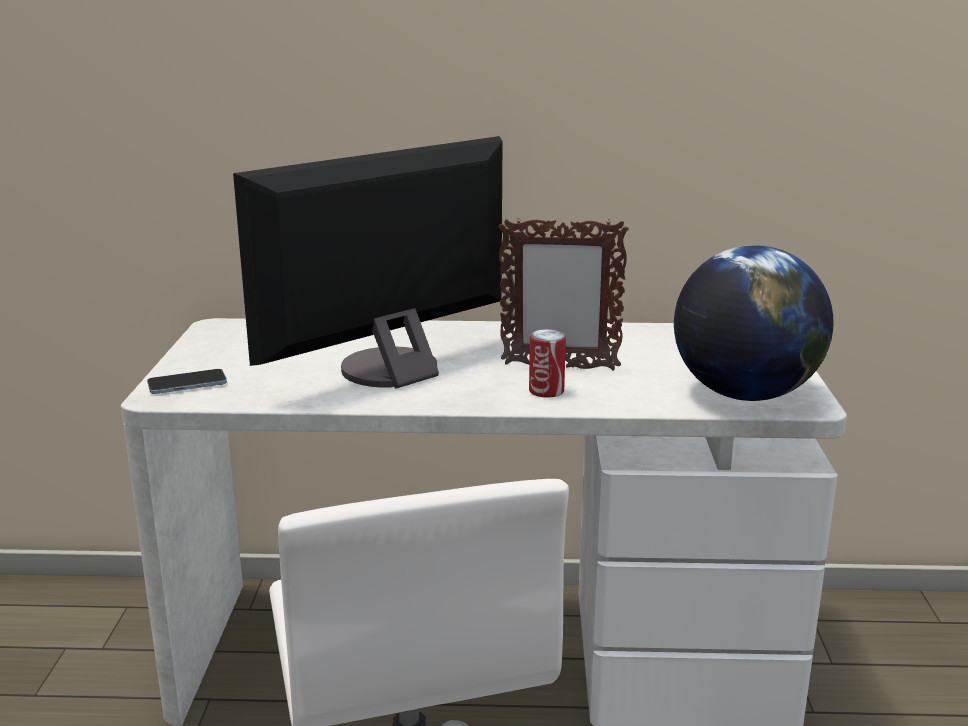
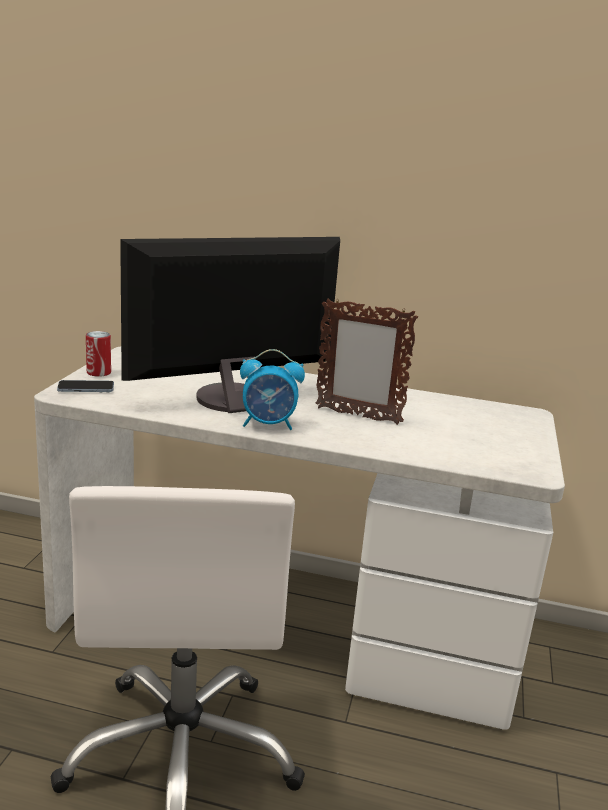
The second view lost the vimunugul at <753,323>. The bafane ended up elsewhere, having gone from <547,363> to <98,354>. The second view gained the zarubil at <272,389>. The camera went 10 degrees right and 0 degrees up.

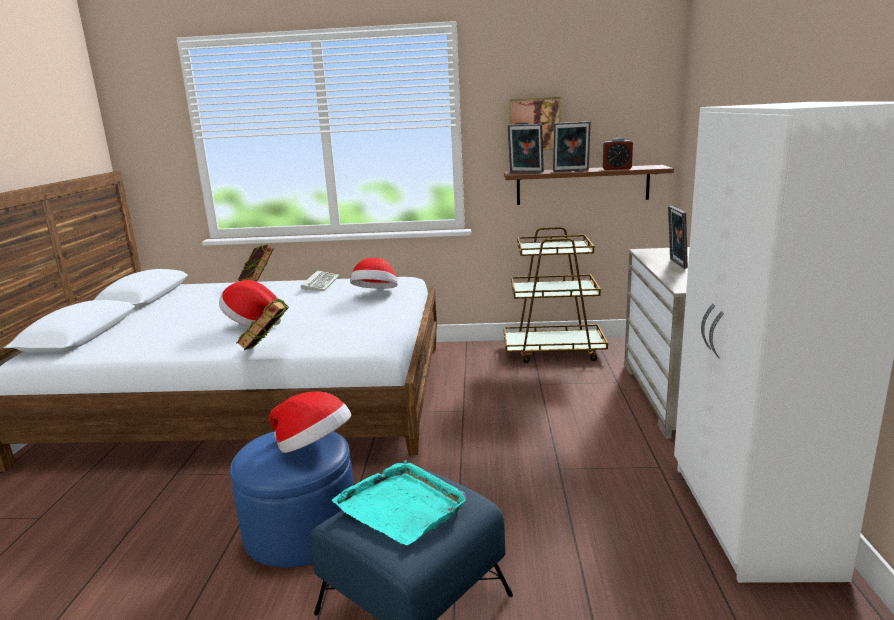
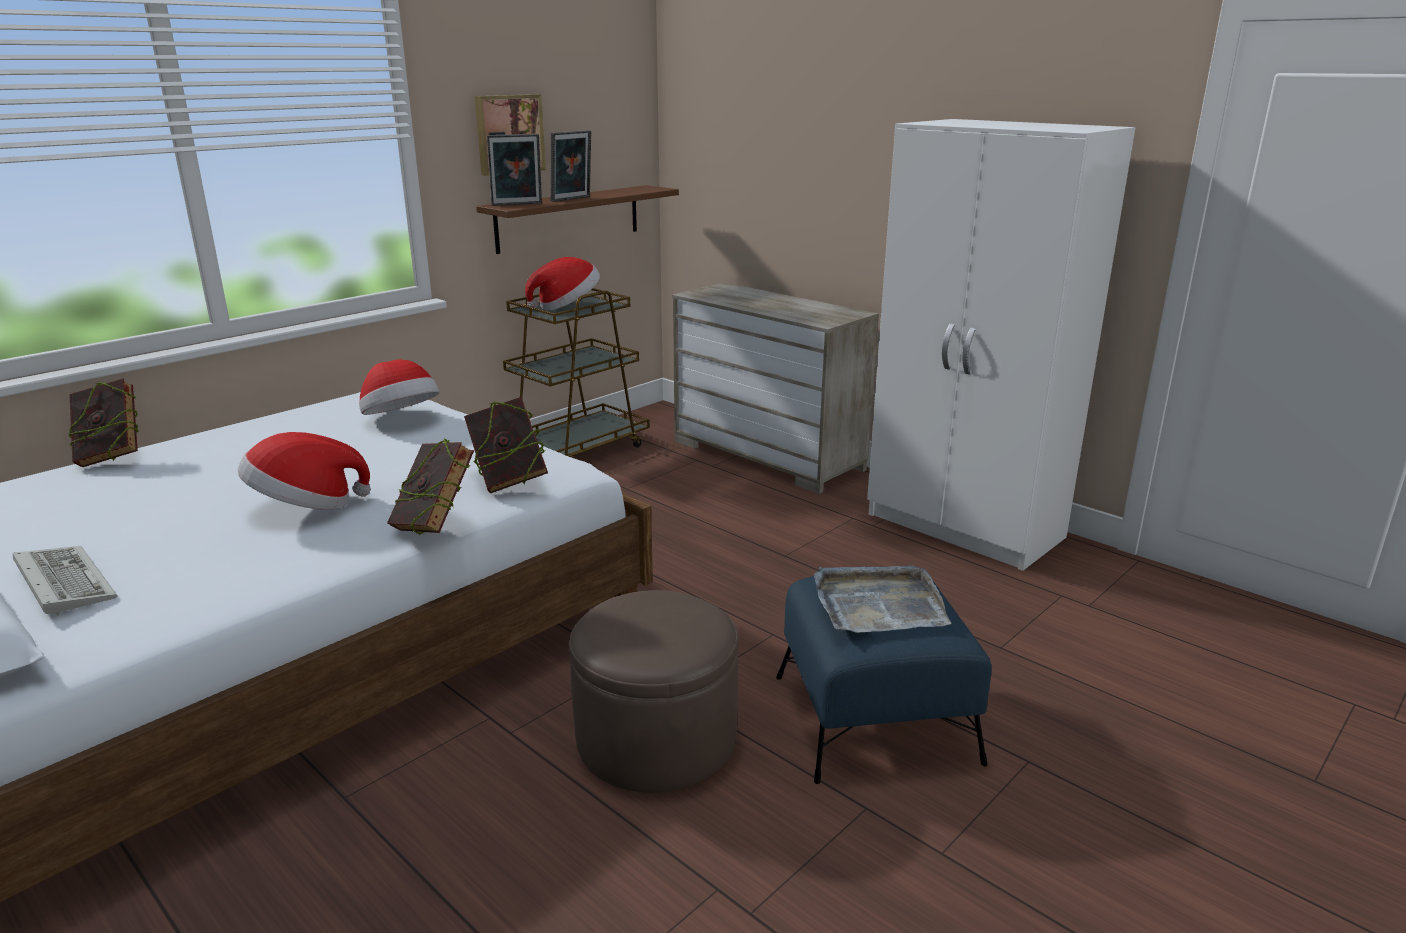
The second view lost the zarubil at <618,154>. The second view lost the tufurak at <678,237>. The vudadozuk ended up elsewhere, having gone from <320,281> to <65,581>. The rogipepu ended up elsewhere, having gone from <310,422> to <562,283>. What was the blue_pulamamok at <292,499> turned into the brown_pulamamok at <654,691>. What was the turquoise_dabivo at <399,503> turned into the grey_dabivo at <882,599>. The second view gained the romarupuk at <506,445>. The camera went 50 degrees left and 5 degrees up.

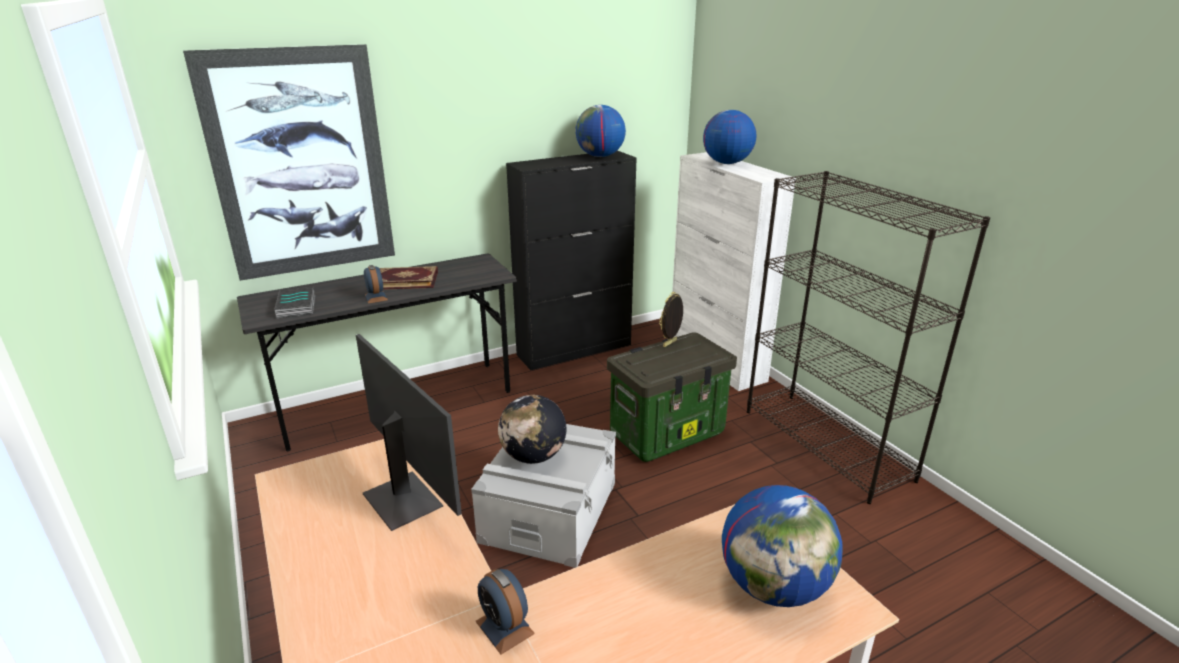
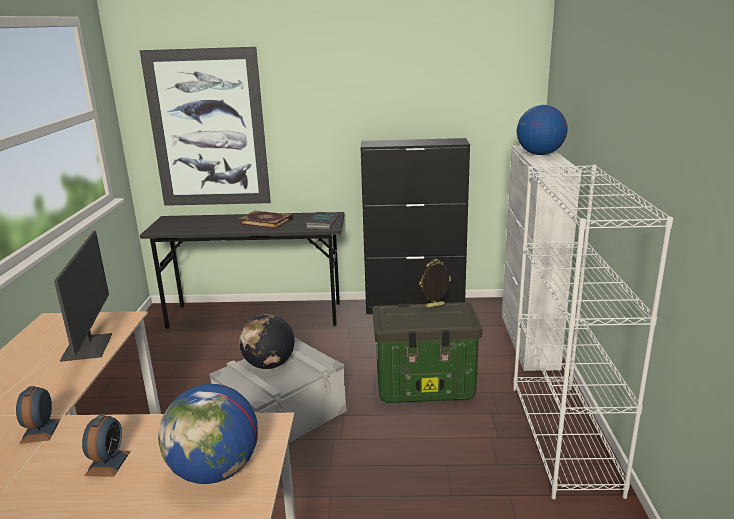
The second view lost the vimunugul at <600,131>. What was the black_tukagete at <868,337> turned into the white_tukagete at <593,332>. The zarubil ended up elsewhere, having gone from <376,284> to <106,446>. The romarupuk ended up elsewhere, having gone from <294,303> to <322,221>. The camera went 30 degrees right and 5 degrees down.

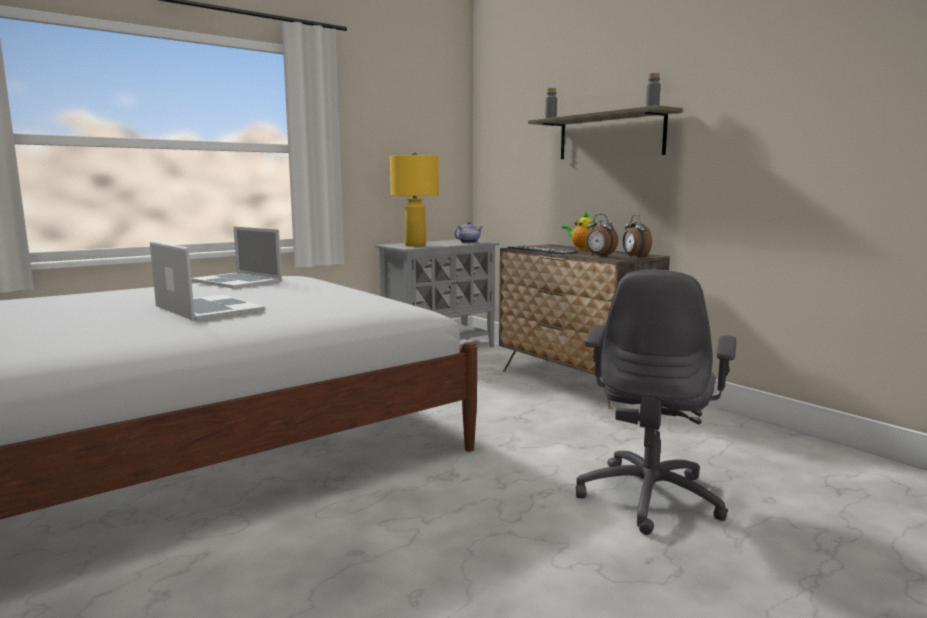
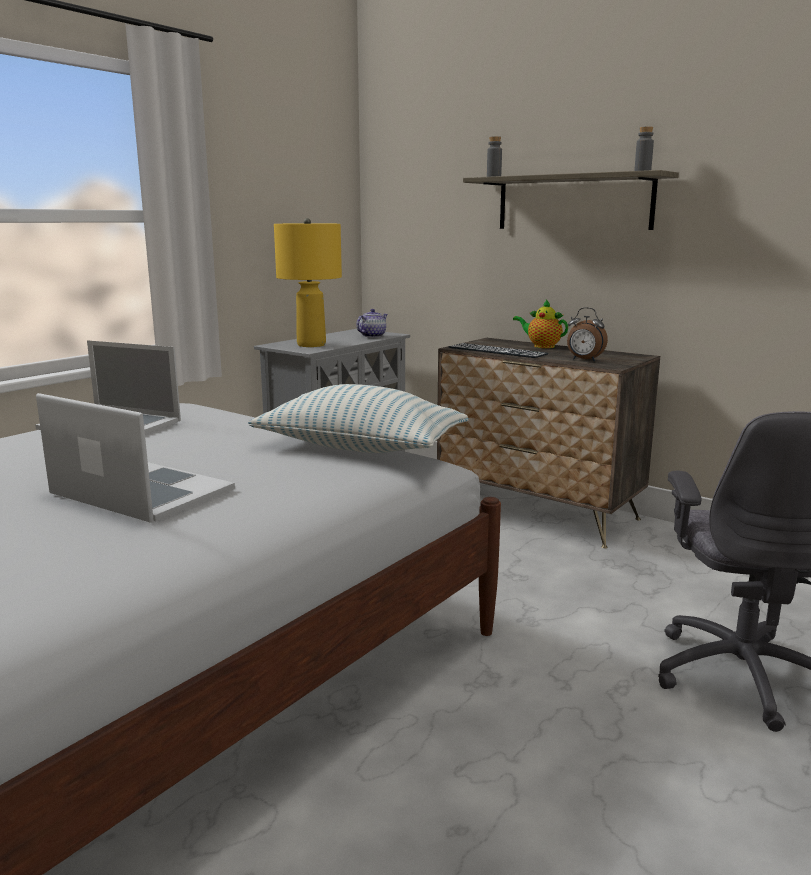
The second view lost the zarubil at <637,236>. The second view gained the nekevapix at <358,418>. The camera went 15 degrees left and 5 degrees up.

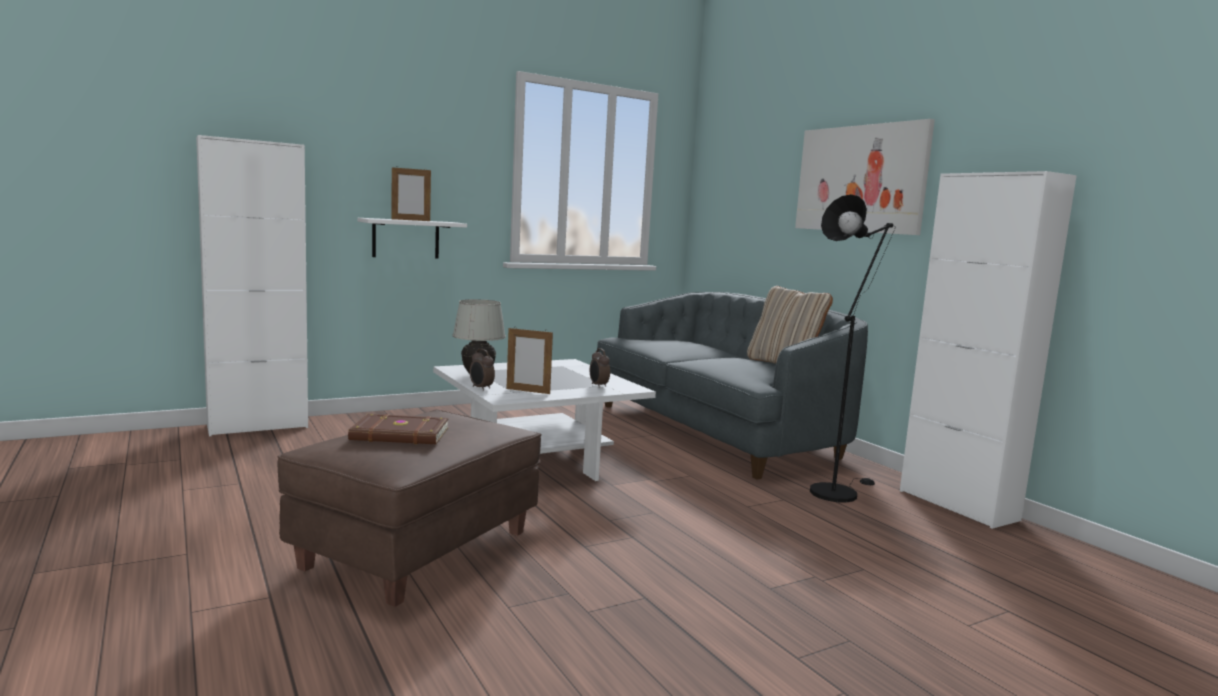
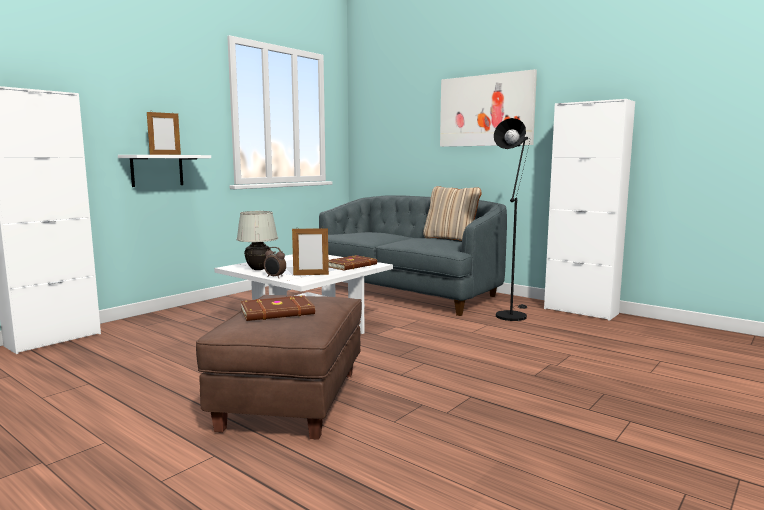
Where the zarubil stood at <600,368>, the brown_romarupuk came to stand at <352,262>. The camera went 20 degrees left and 0 degrees up.

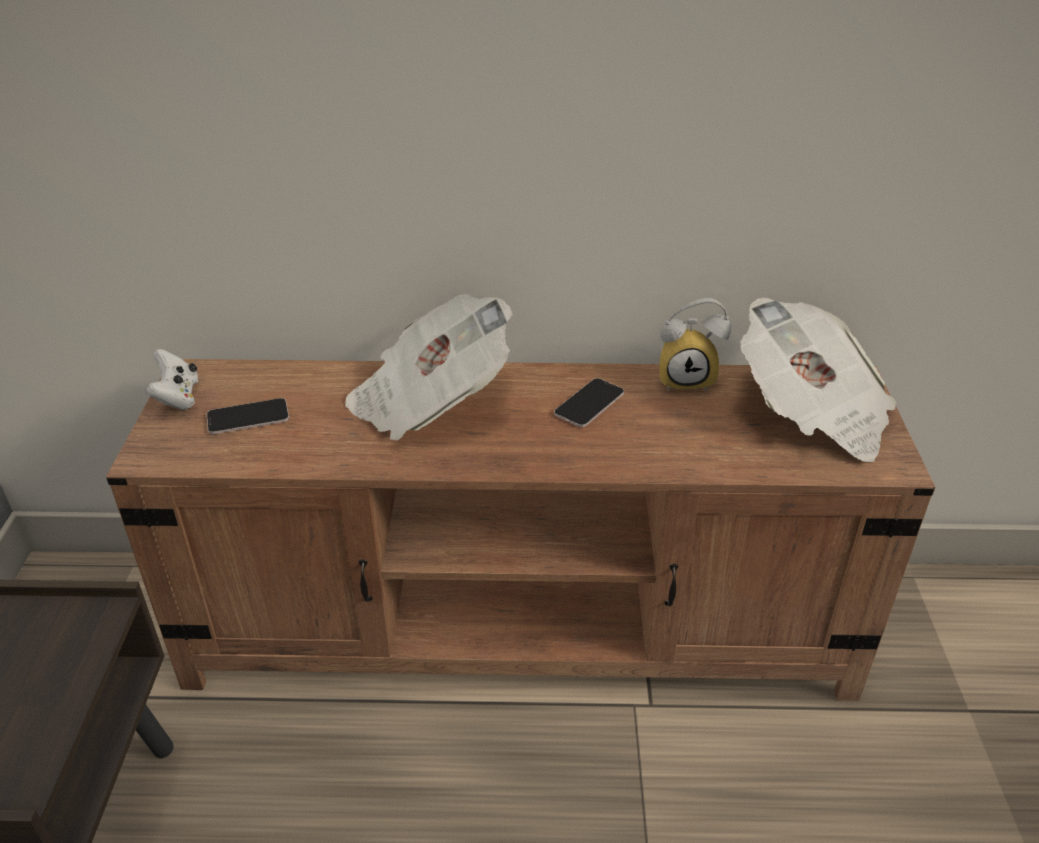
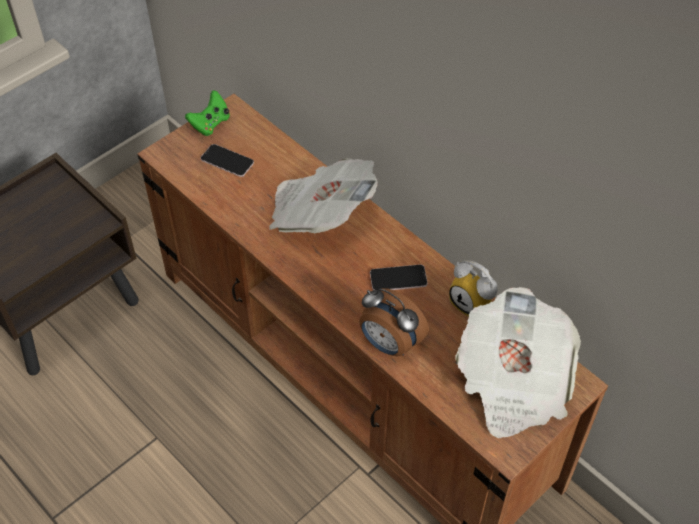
What was the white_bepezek at <171,379> turned into the green_bepezek at <207,113>. The second view gained the zarubil at <394,322>. The camera went 45 degrees right and 15 degrees up.

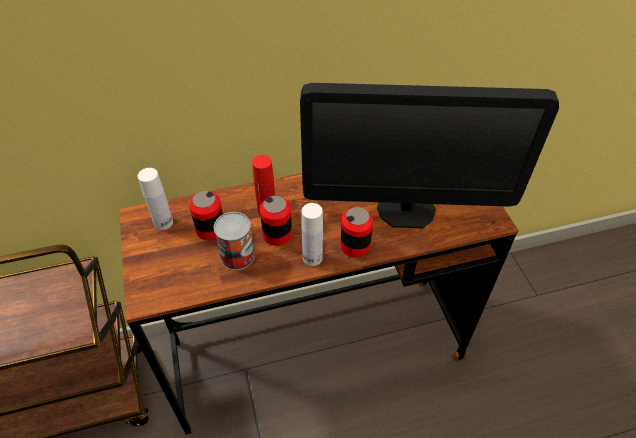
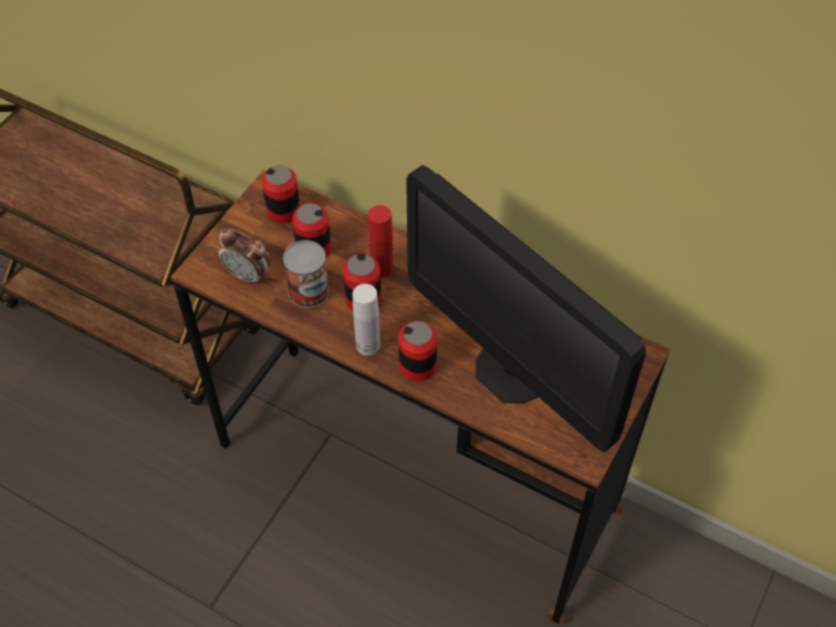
Where the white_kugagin stood at <155,199>, the bafane came to stand at <280,194>. The second view gained the zarubil at <244,257>. The camera went 45 degrees right and 5 degrees up.

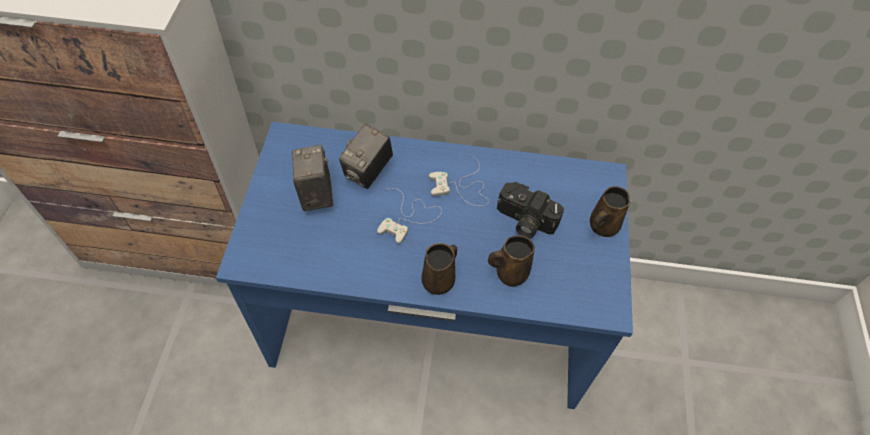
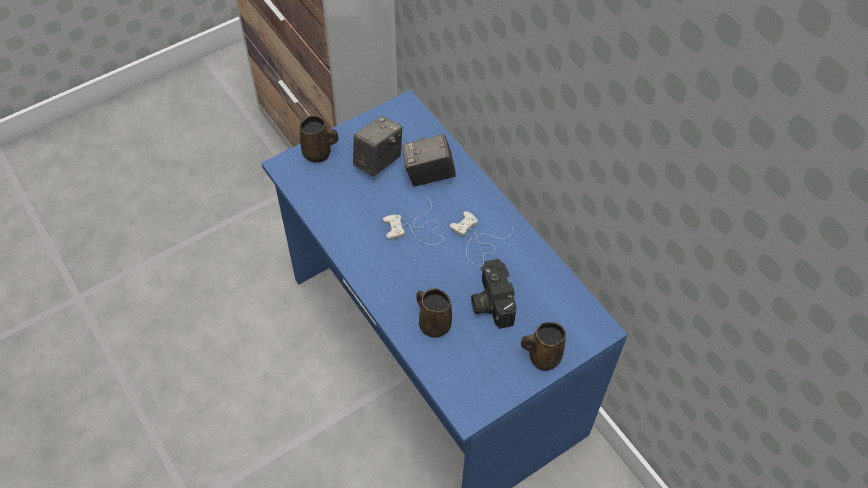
The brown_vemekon ended up elsewhere, having gone from <439,269> to <318,139>. The camera went 50 degrees right and 0 degrees up.

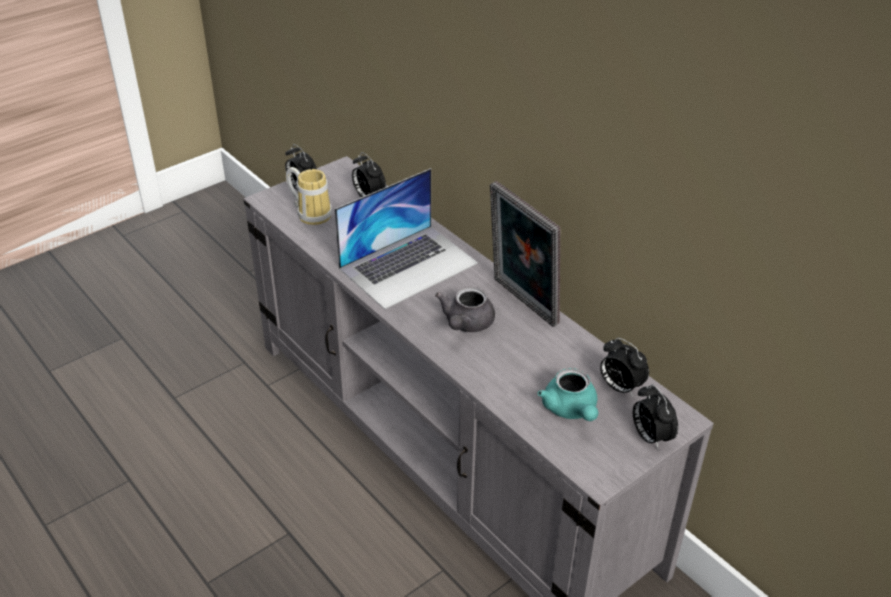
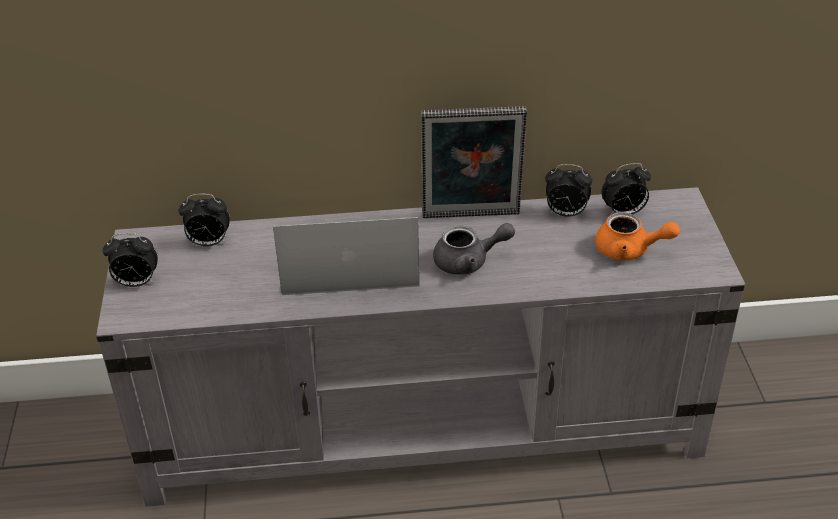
The second view lost the vemekon at <309,196>. The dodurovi at <406,238> ended up facing another way, 90 degrees counterclockwise from before. The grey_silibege at <465,309> ended up facing another way, 60 degrees counterclockwise from before. What was the turquoise_silibege at <567,394> turned into the orange_silibege at <637,236>. The zarubil ended up elsewhere, having gone from <655,416> to <568,190>. The camera went 55 degrees left and 0 degrees up.

